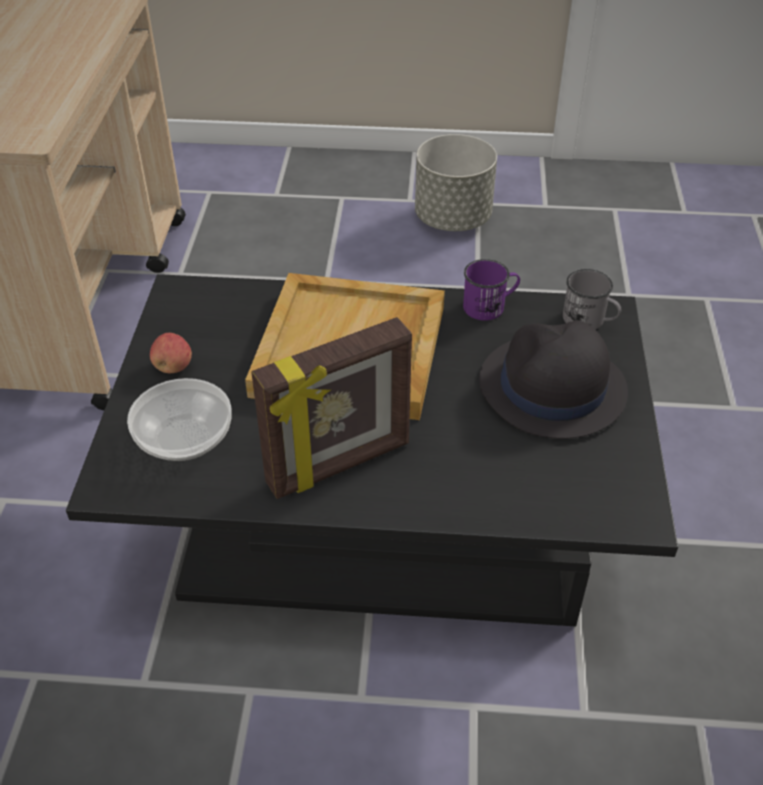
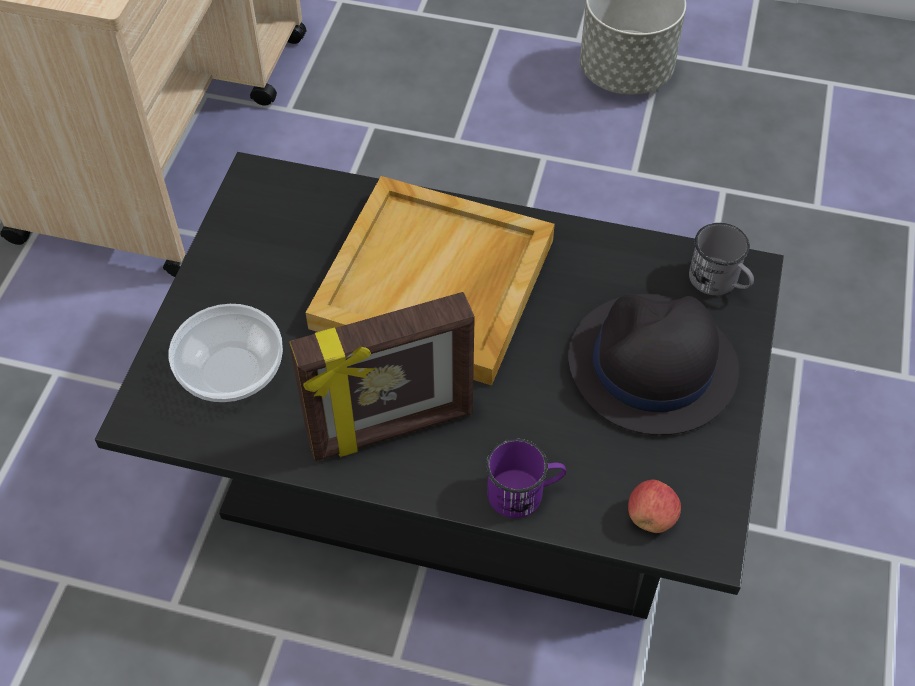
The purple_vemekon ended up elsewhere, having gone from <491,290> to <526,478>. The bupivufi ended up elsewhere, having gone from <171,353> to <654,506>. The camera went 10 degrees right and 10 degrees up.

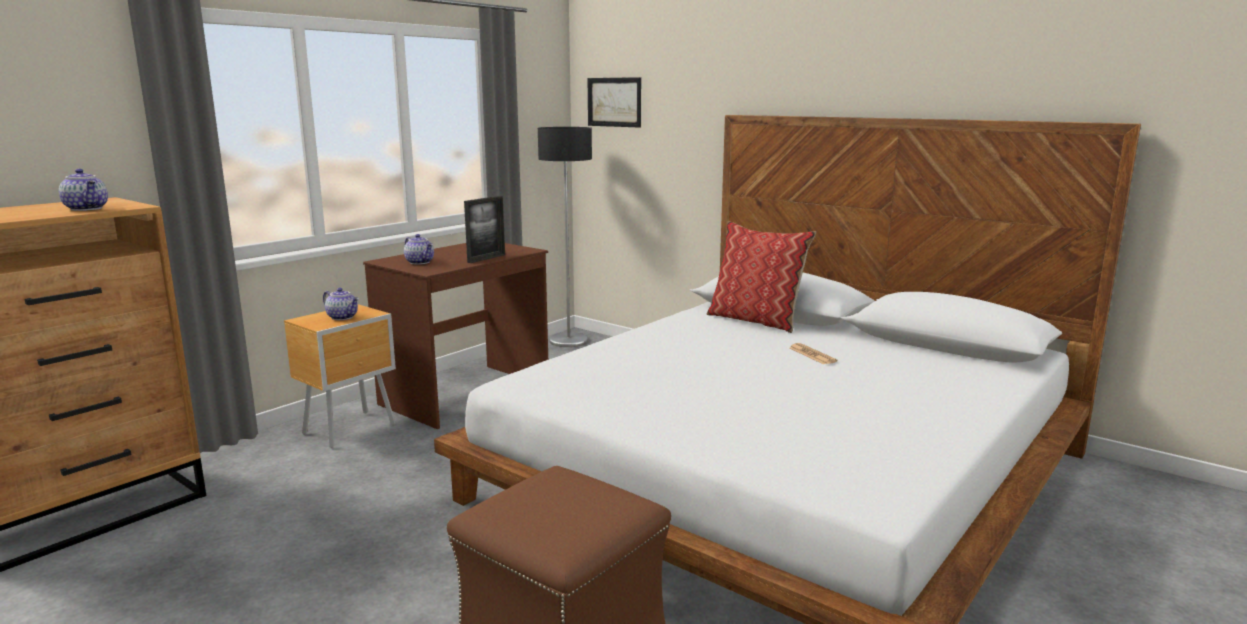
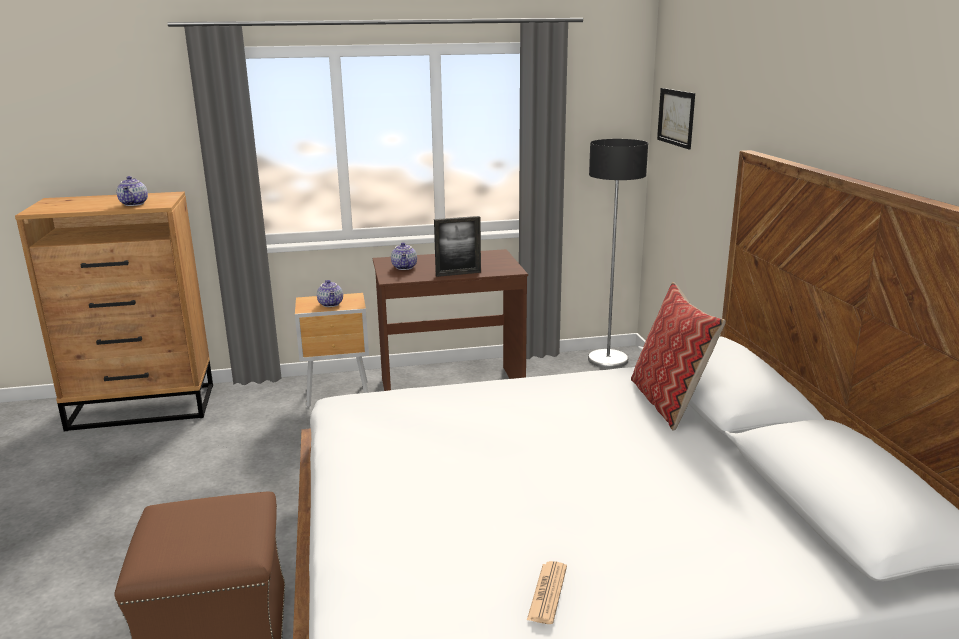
The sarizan ended up elsewhere, having gone from <813,354> to <547,592>. The camera went 40 degrees right and 5 degrees up.

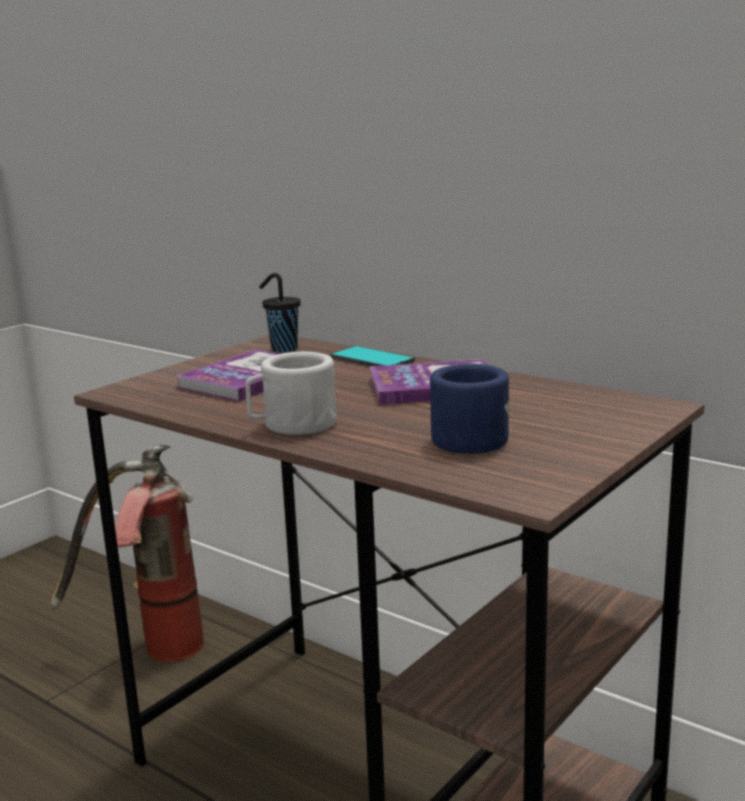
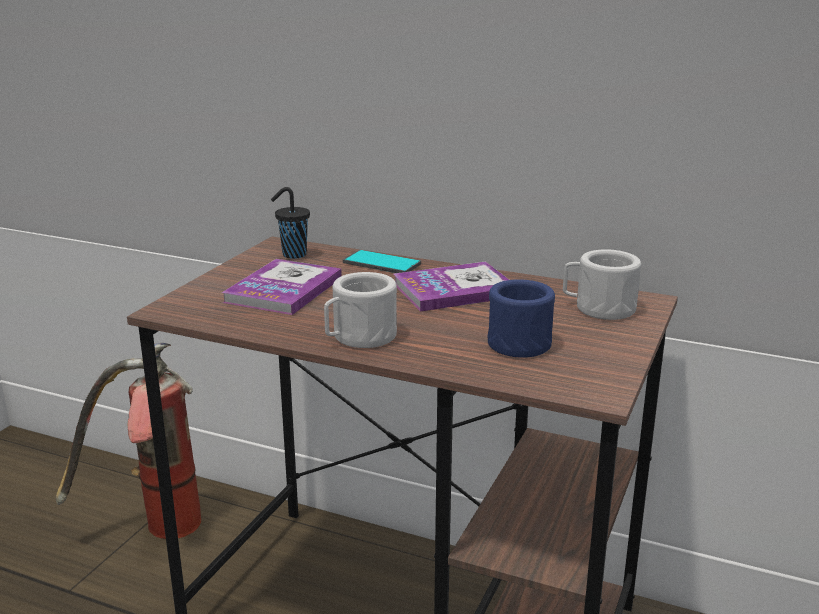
The second view gained the white_vemekon at <602,284>. The camera went 15 degrees left and 5 degrees up.

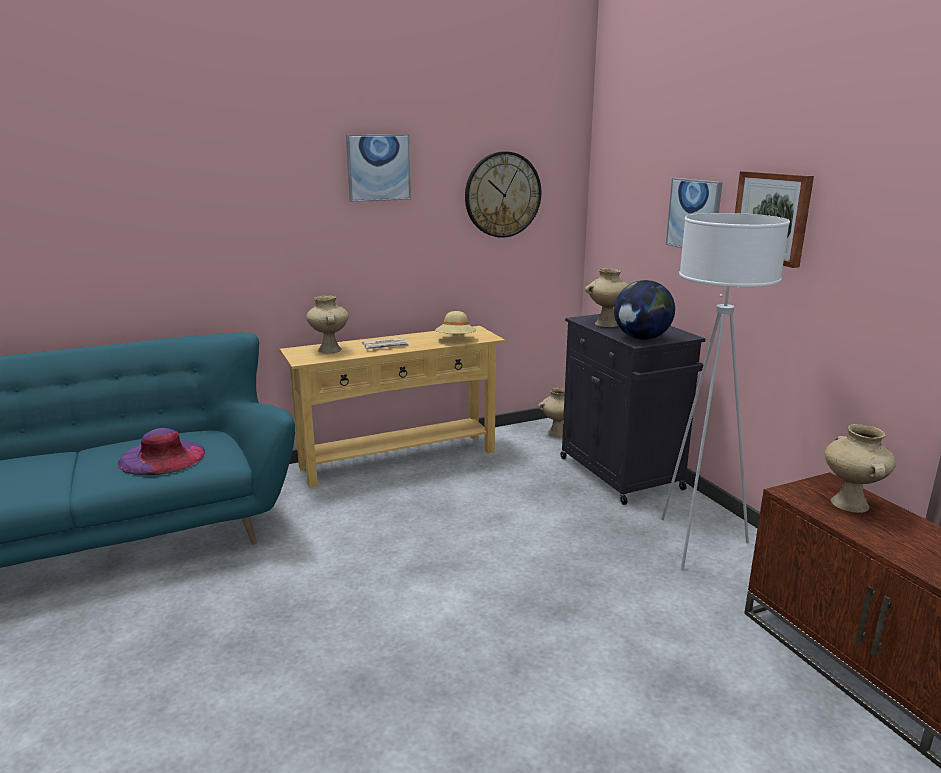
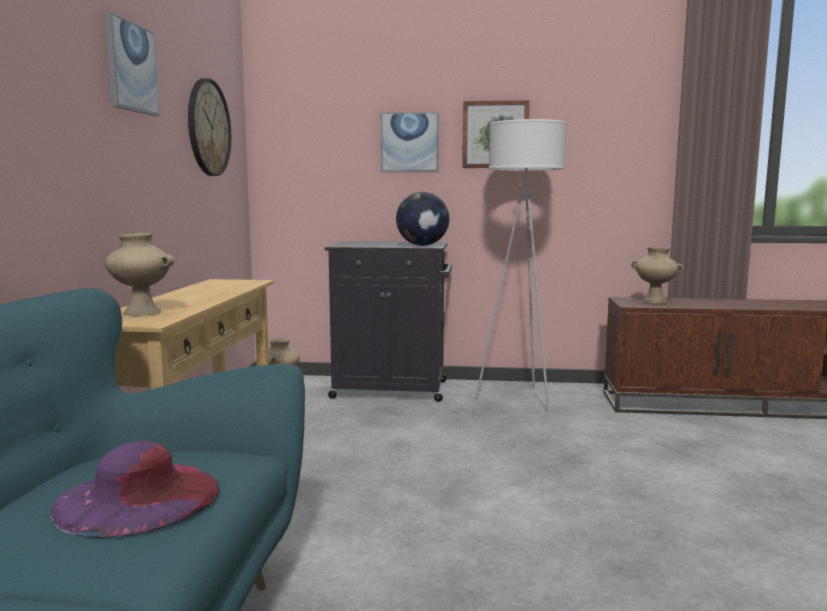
The second view lost the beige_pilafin at <607,297>. The second view lost the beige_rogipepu at <455,322>. The second view lost the sarizan at <386,343>. The camera went 60 degrees left and 10 degrees down.

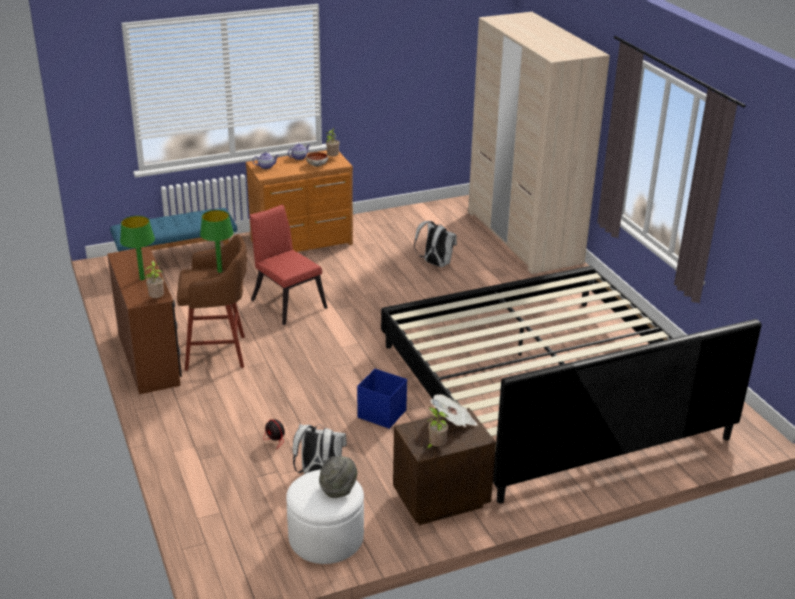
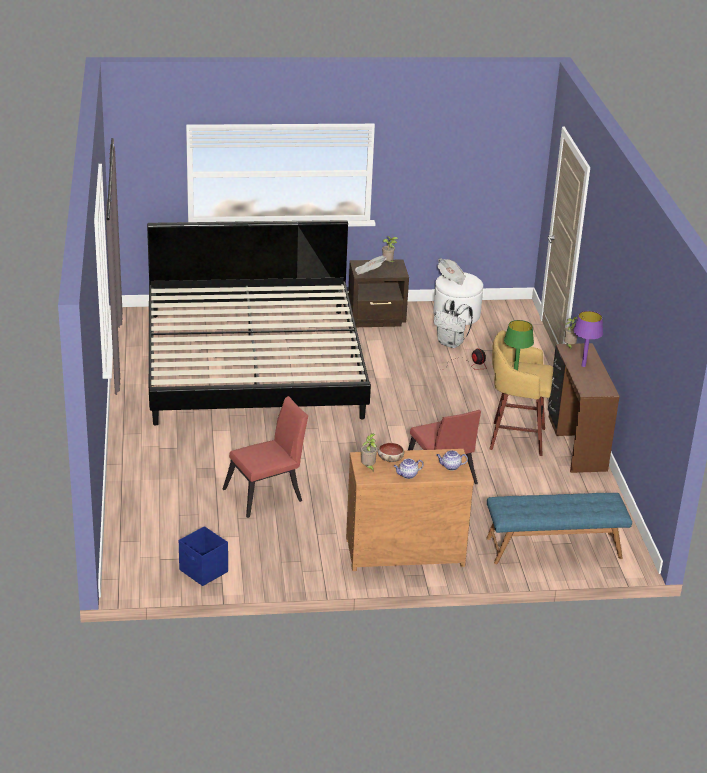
The second view lost the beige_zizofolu at <539,143>. What was the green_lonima at <137,248> turned into the purple_lonima at <588,339>. Where the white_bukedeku stood at <435,244>, the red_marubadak came to stand at <265,457>. What was the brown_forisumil at <212,302> turned into the yellow_forisumil at <521,393>. The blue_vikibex ended up elsewhere, having gone from <382,399> to <203,556>. Where the grey_rogipepu stood at <338,477>, the sarizan came to stand at <451,271>. The camera went 165 degrees left and 0 degrees up.

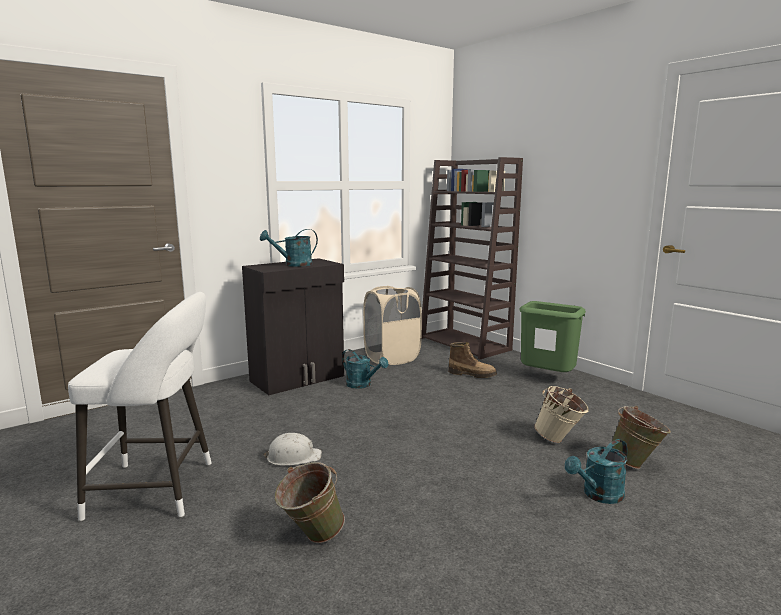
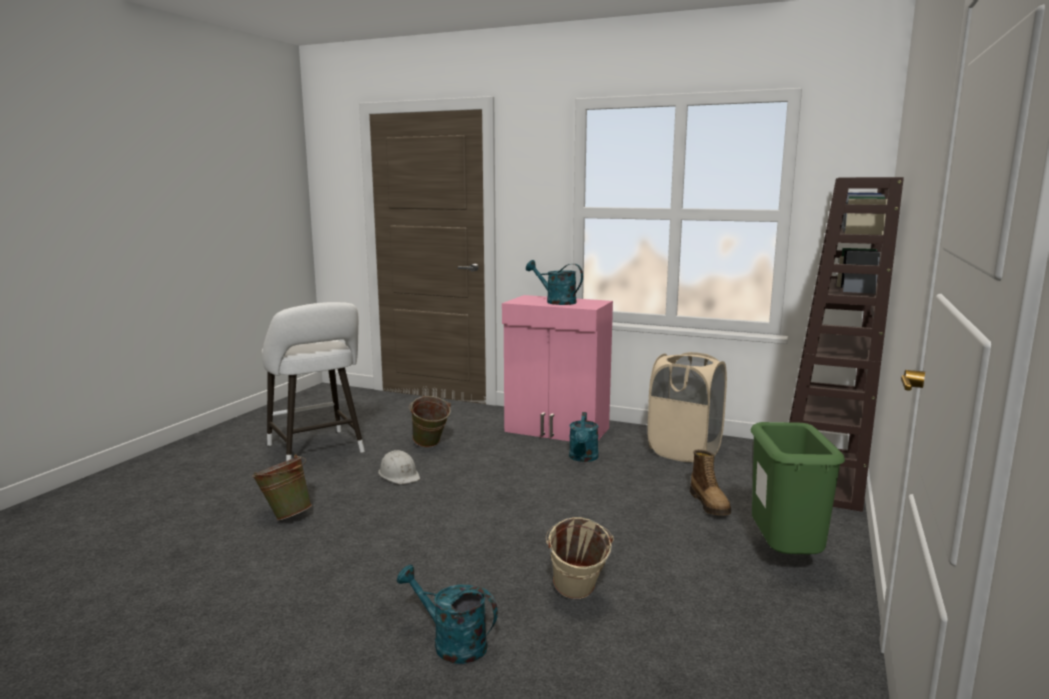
What was the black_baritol at <293,326> turned into the pink_baritol at <557,368>. The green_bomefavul ended up elsewhere, having gone from <641,437> to <430,421>. The camera went 60 degrees right and 0 degrees up.

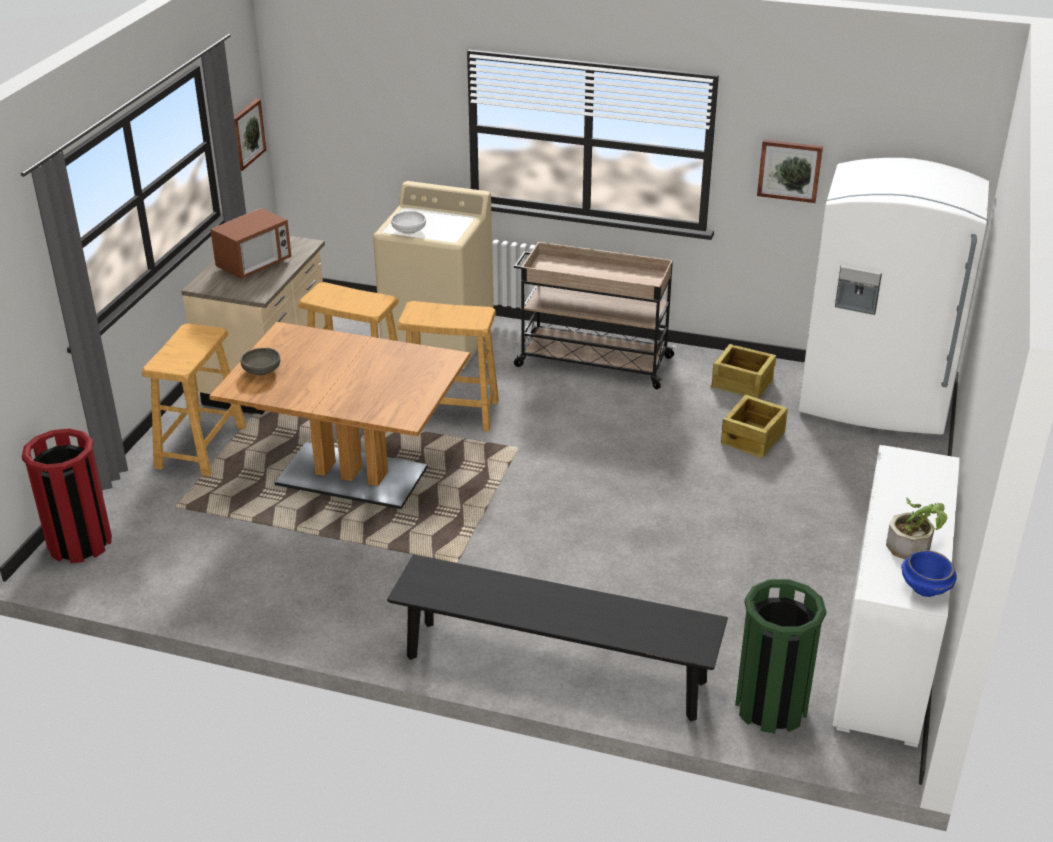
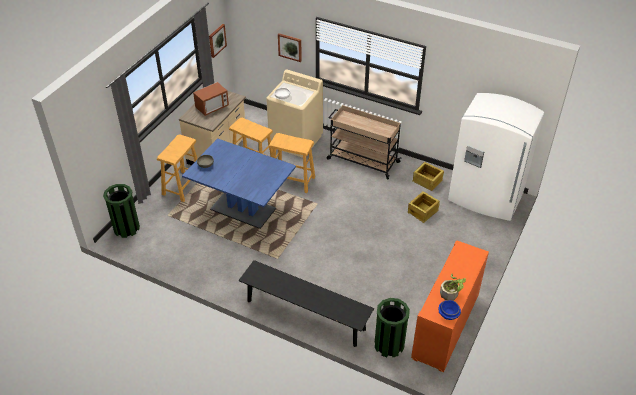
The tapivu ended up elsewhere, having gone from <790,171> to <290,47>. What was the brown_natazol at <339,415> turned into the blue_natazol at <239,183>. What was the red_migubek at <67,495> turned into the green_migubek at <121,211>. What was the white_baritol at <896,596> turned into the orange_baritol at <450,306>. The camera went 10 degrees right and 10 degrees up.

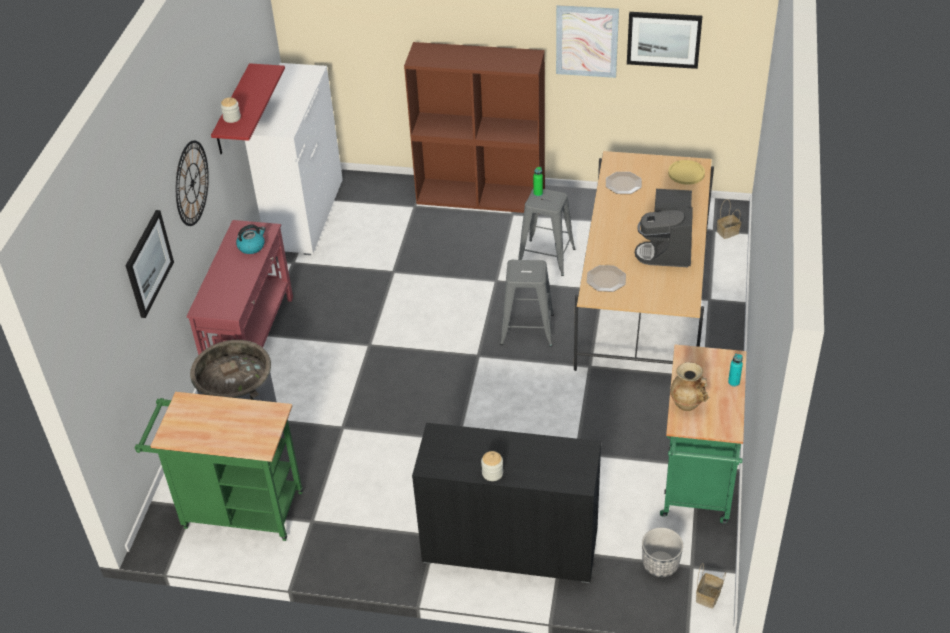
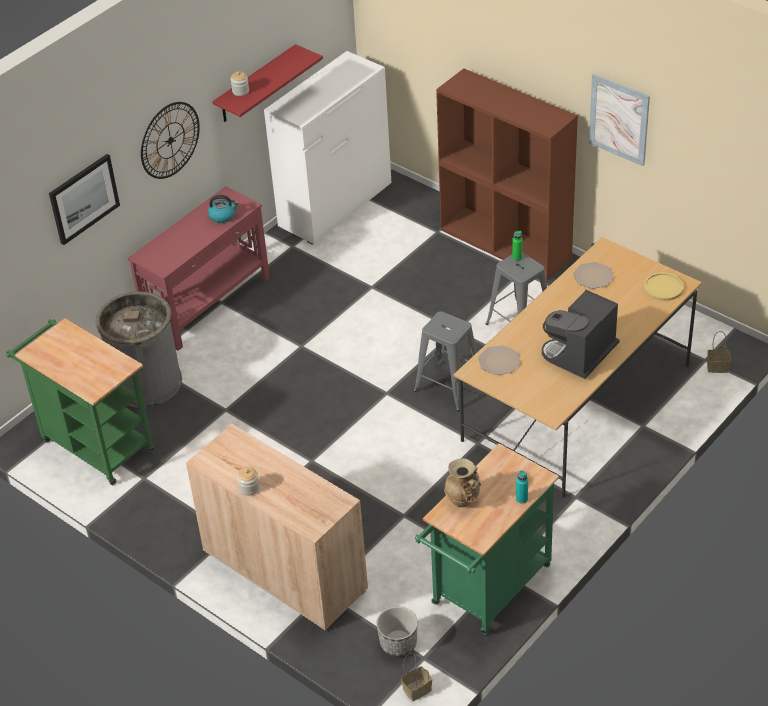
The second view lost the tapivu at <664,40>. What was the black_baritol at <506,503> turned into the beige_baritol at <277,527>. The camera went 30 degrees right and 0 degrees up.

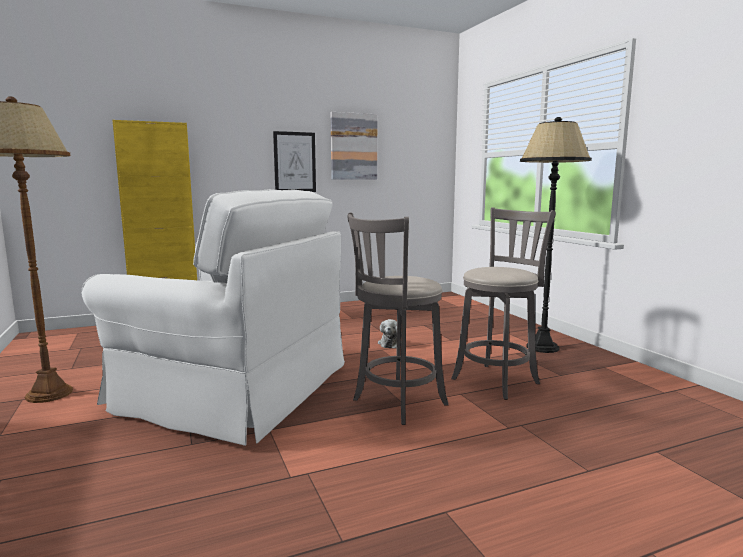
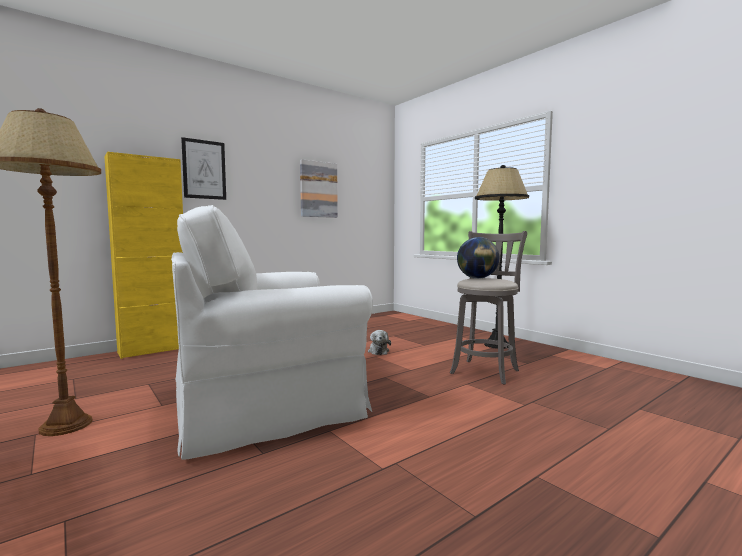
The tapivu ended up elsewhere, having gone from <294,161> to <203,168>. The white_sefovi at <213,317> ended up facing another way, 150 degrees clockwise from before. The second view lost the grey_forisumil at <398,319>. The second view gained the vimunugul at <478,258>. The camera went 15 degrees left and 5 degrees down.

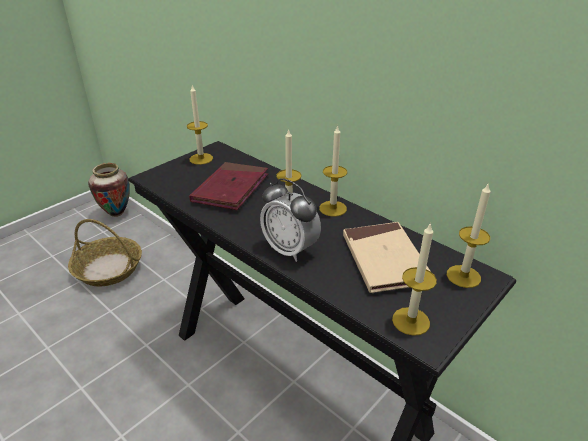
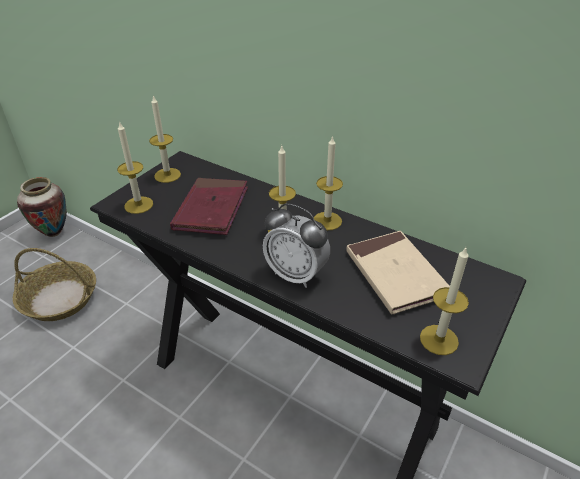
The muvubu ended up elsewhere, having gone from <468,235> to <135,167>. The camera went 10 degrees left and 5 degrees up.

